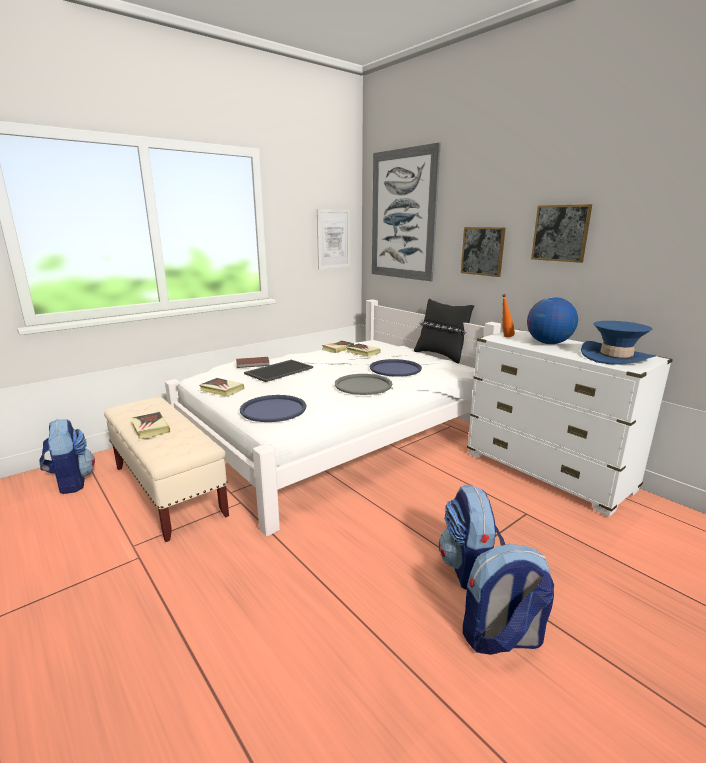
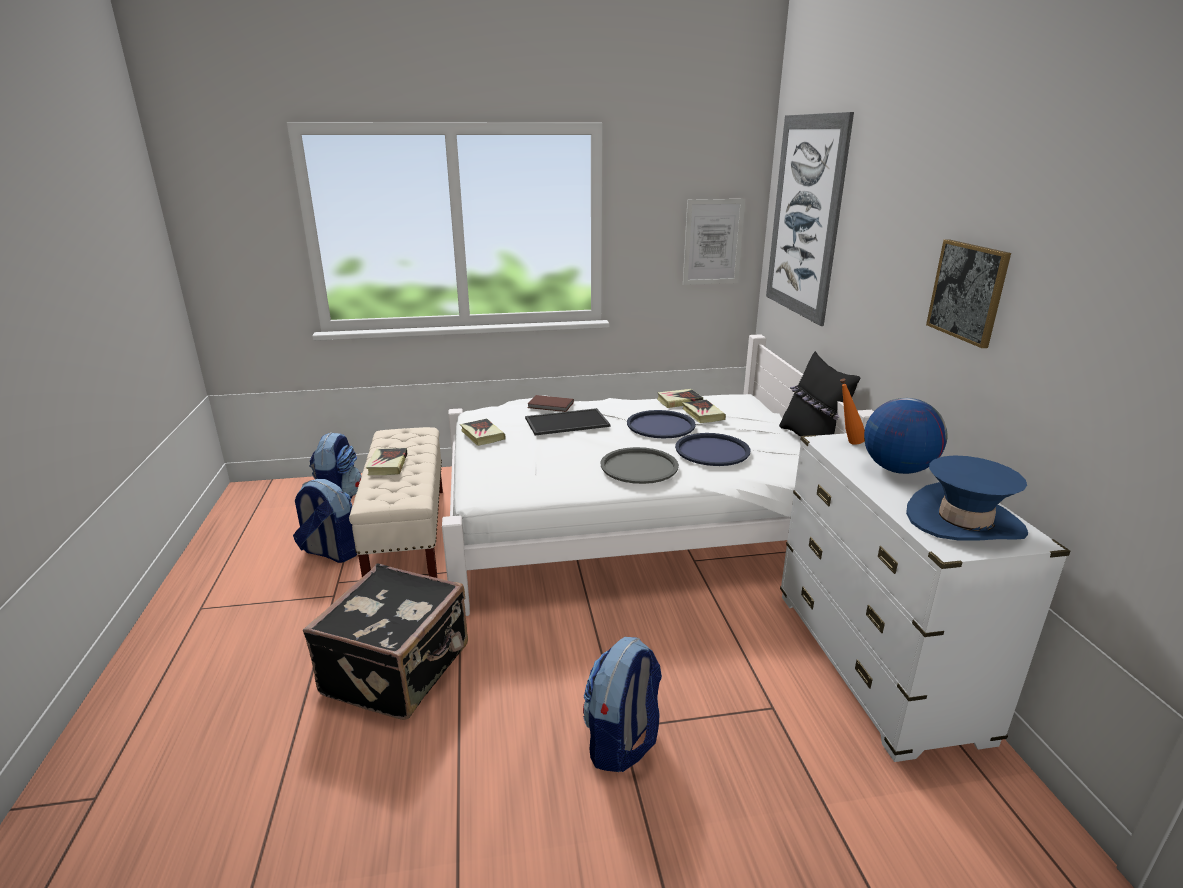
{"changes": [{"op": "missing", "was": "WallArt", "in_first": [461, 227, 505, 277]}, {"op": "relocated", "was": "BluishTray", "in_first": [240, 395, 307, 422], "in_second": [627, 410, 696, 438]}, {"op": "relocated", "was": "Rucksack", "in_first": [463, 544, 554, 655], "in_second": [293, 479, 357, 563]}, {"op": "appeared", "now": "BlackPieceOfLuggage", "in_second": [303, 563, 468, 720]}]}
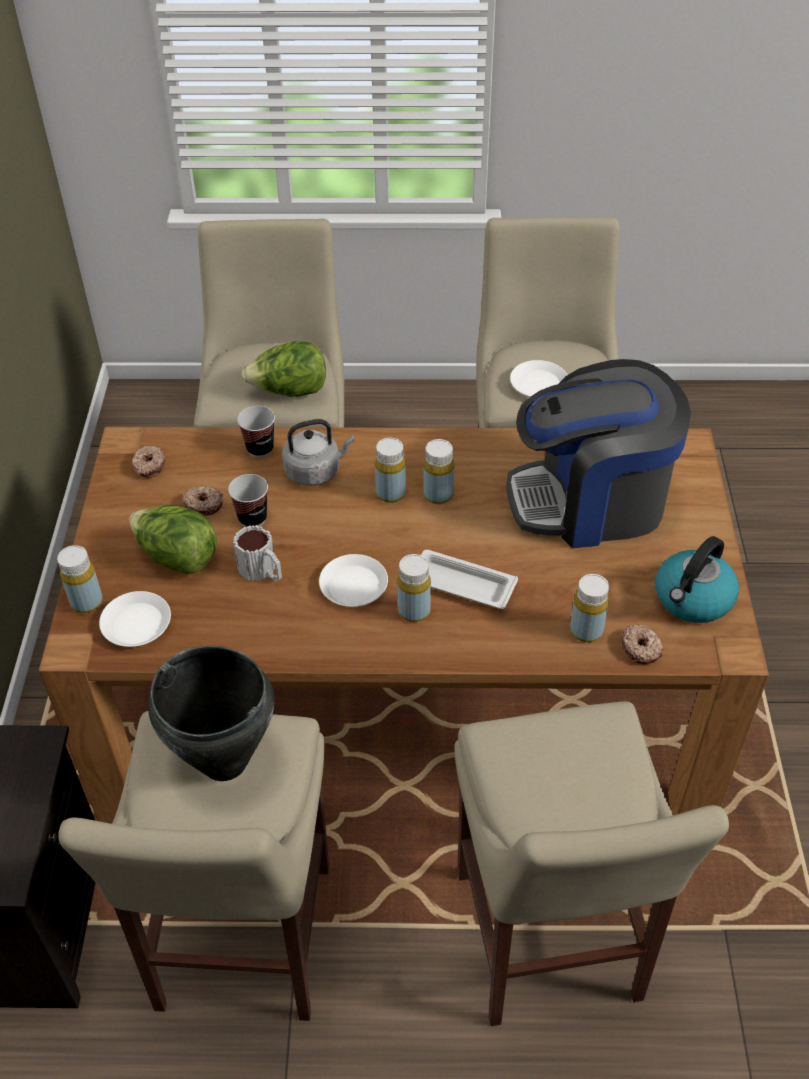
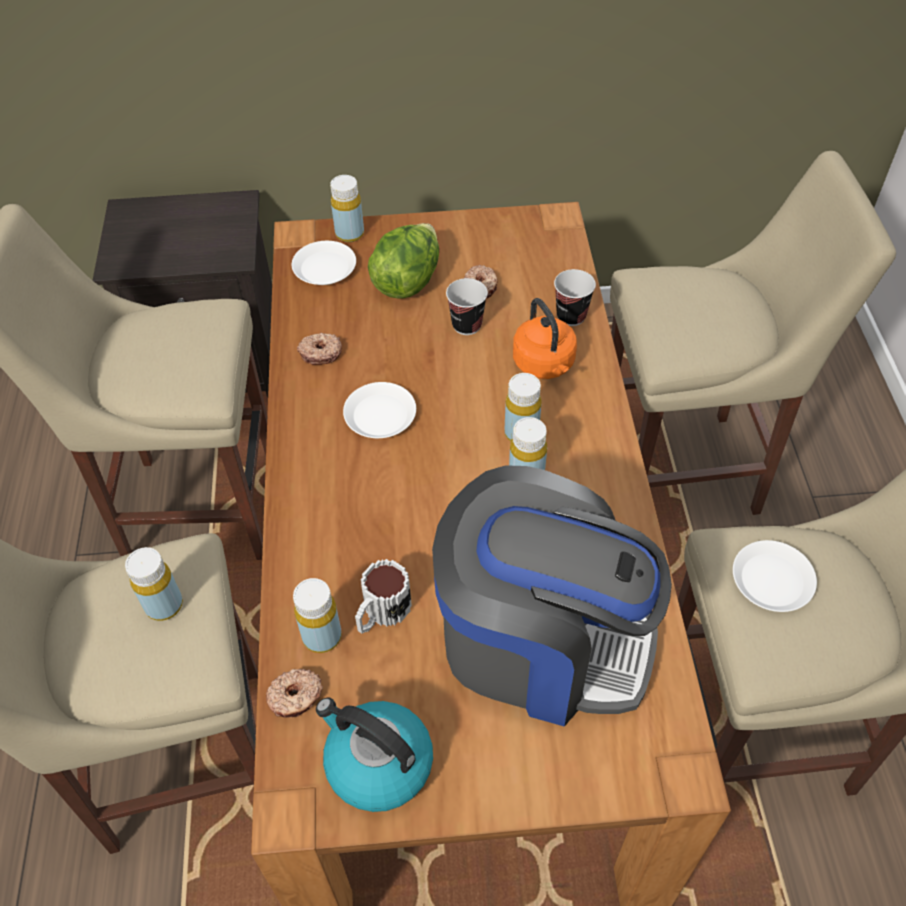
{"changes": [{"op": "missing", "was": "HeadOfLettuce", "in_first": [242, 341, 326, 397]}, {"op": "spun", "was": "CoffeeMaker", "in_first": [506, 359, 691, 548], "in_second": [432, 465, 672, 727], "clockwise": 120}, {"op": "colour", "was": "GrayKettle", "now": "OrangeColouredKettle", "in_first": [282, 419, 355, 486], "in_second": [513, 298, 577, 379]}, {"op": "relocated", "was": "Donut", "in_first": [132, 445, 165, 478], "in_second": [297, 333, 342, 365]}, {"op": "relocated", "was": "Mug", "in_first": [233, 525, 282, 581], "in_second": [355, 559, 412, 634]}, {"op": "missing", "was": "WhiteColouredTray", "in_first": [421, 550, 518, 609]}, {"op": "relocated", "was": "YellowishBeverageBottle", "in_first": [397, 554, 431, 622], "in_second": [125, 547, 183, 621]}, {"op": "missing", "was": "BlackCookingPot", "in_first": [148, 646, 275, 781]}]}
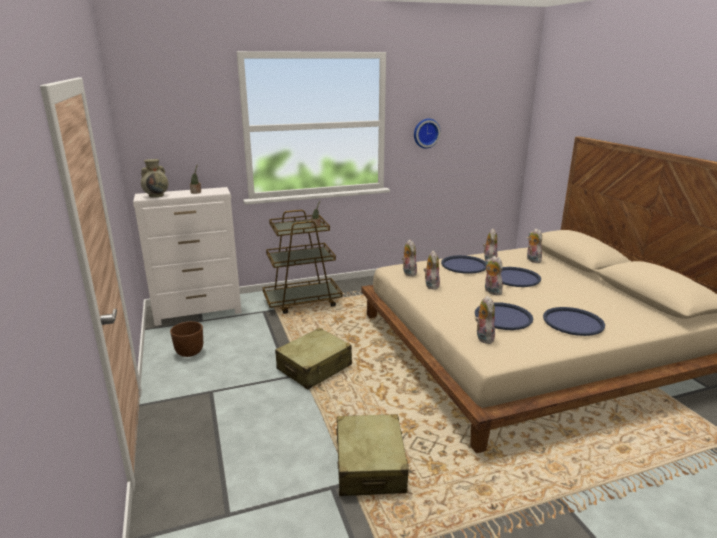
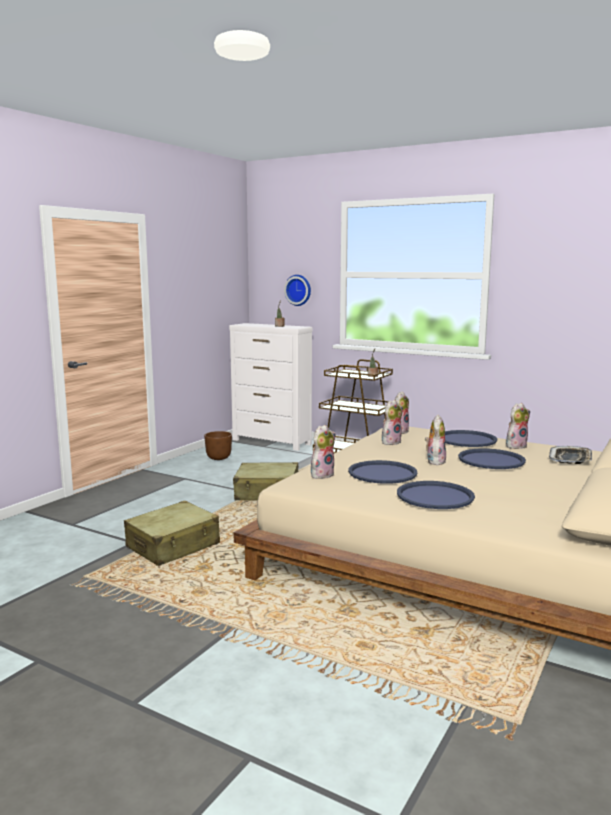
{"changes": [{"op": "relocated", "was": "HangingClock", "in_first": [414, 119, 440, 149], "in_second": [284, 275, 311, 306]}, {"op": "missing", "was": "SandColouredVase", "in_first": [141, 159, 168, 198]}, {"op": "exchanged", "was": "SoftToy", "now": "Tray", "in_first": [527, 228, 542, 263], "in_second": [549, 446, 592, 464]}]}
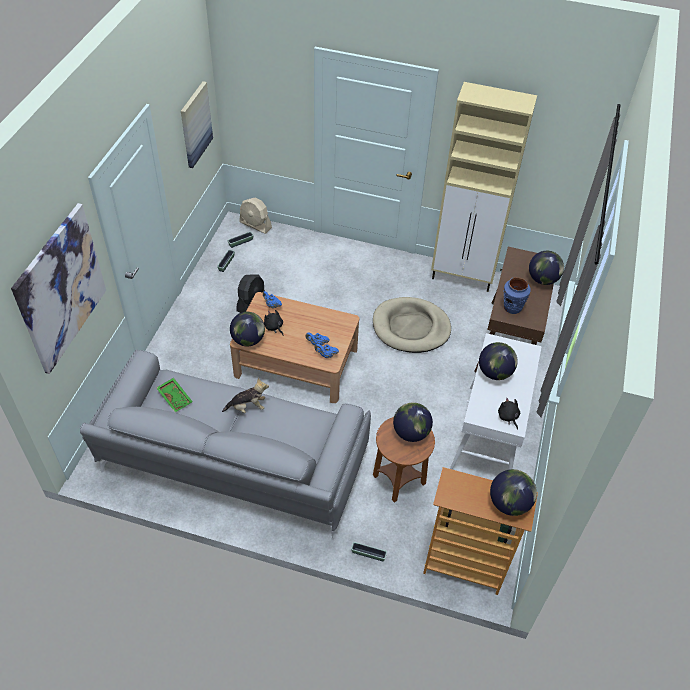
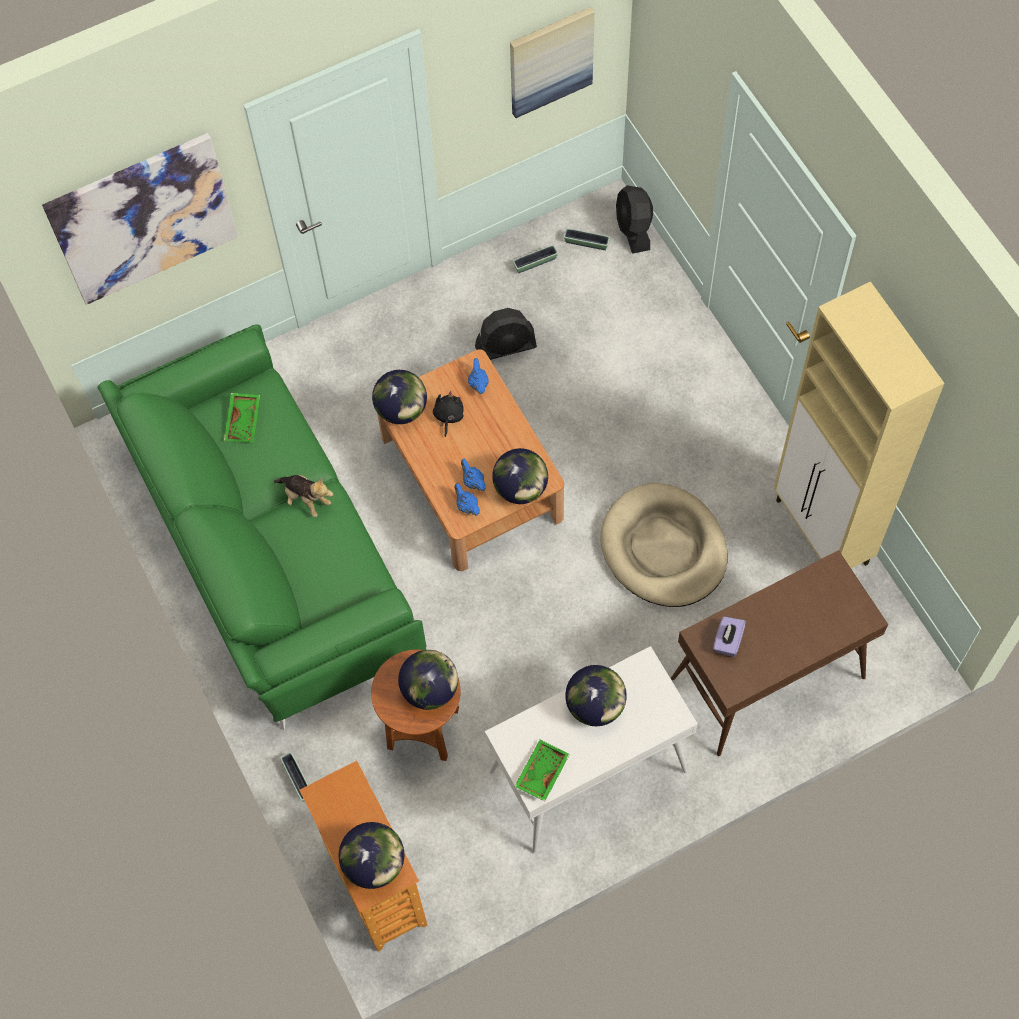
{"changes": [{"op": "colour", "was": "SandColouredElectricFan", "now": "BlackElectricFan", "in_first": [239, 198, 272, 234], "in_second": [616, 185, 653, 254]}, {"op": "relocated", "was": "DeskGlobe", "in_first": [529, 251, 564, 285], "in_second": [492, 448, 548, 504]}, {"op": "exchanged", "was": "BluishVase", "now": "PurpleTissueHolder", "in_first": [504, 277, 531, 314], "in_second": [714, 617, 746, 657]}, {"op": "colour", "was": "GraySofa", "now": "GreenSofa", "in_first": [80, 349, 371, 539], "in_second": [97, 324, 426, 730]}, {"op": "exchanged", "was": "BlackSoftToy", "now": "GreenTray", "in_first": [498, 398, 520, 430], "in_second": [514, 740, 570, 801]}]}
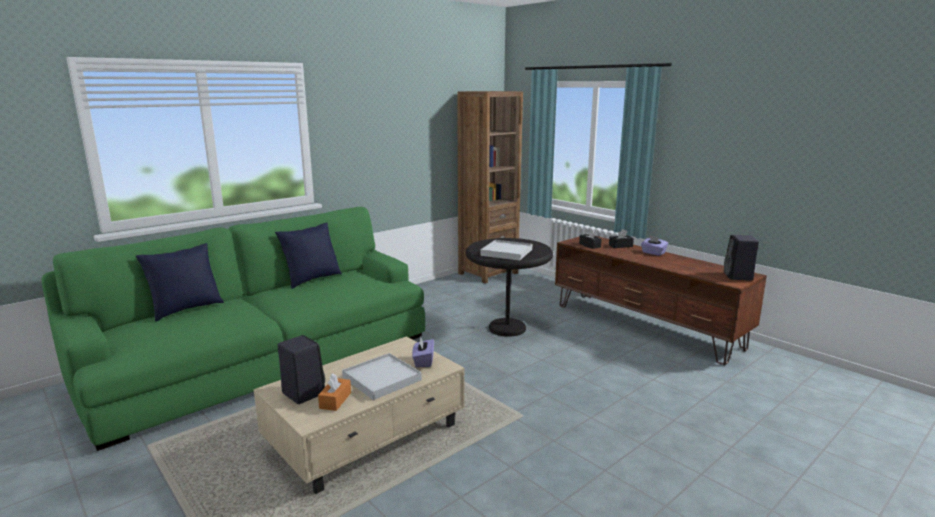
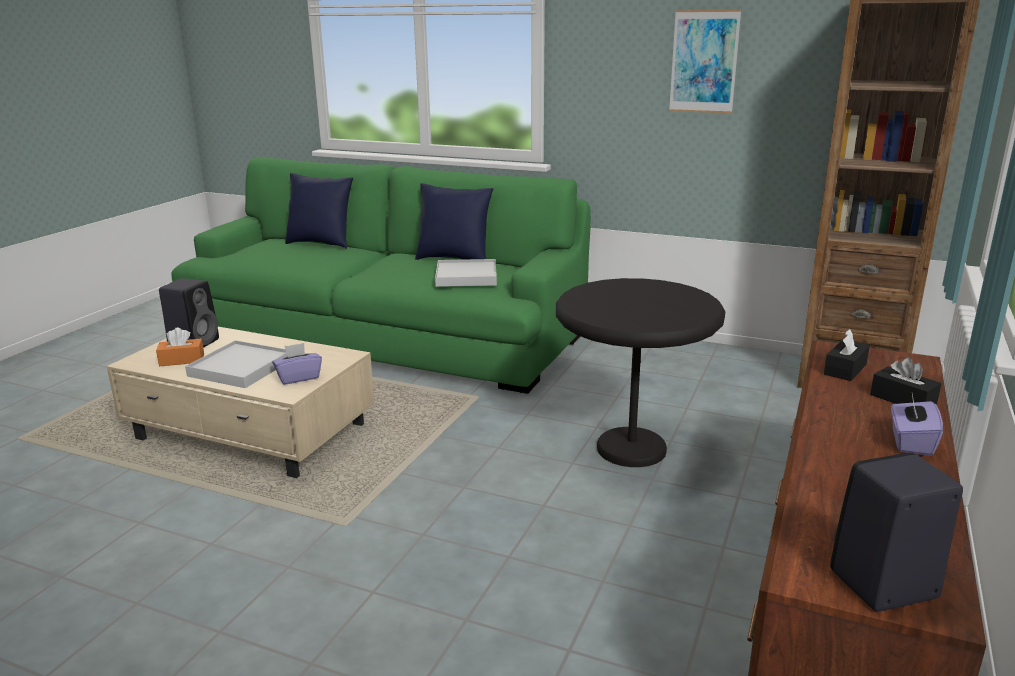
{"changes": [{"op": "relocated", "was": "WhiteColouredTray", "in_first": [480, 240, 532, 261], "in_second": [435, 259, 497, 287]}, {"op": "appeared", "now": "WallArt", "in_second": [669, 10, 741, 113]}]}
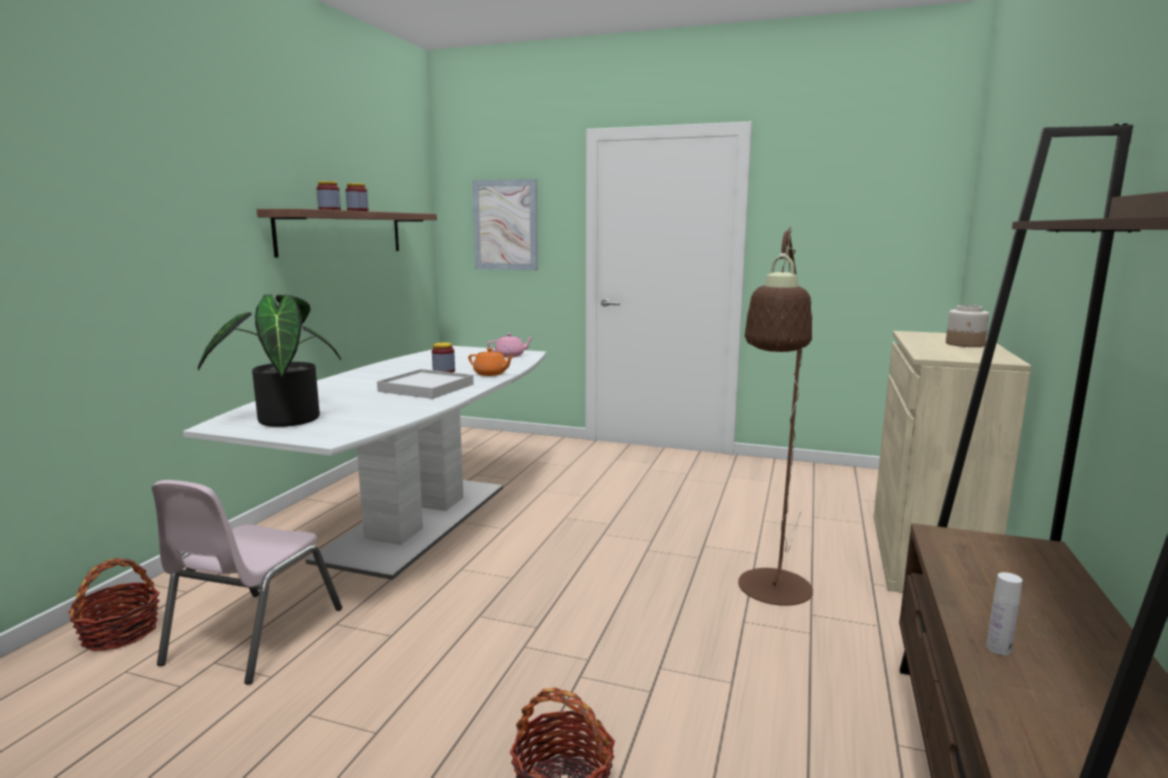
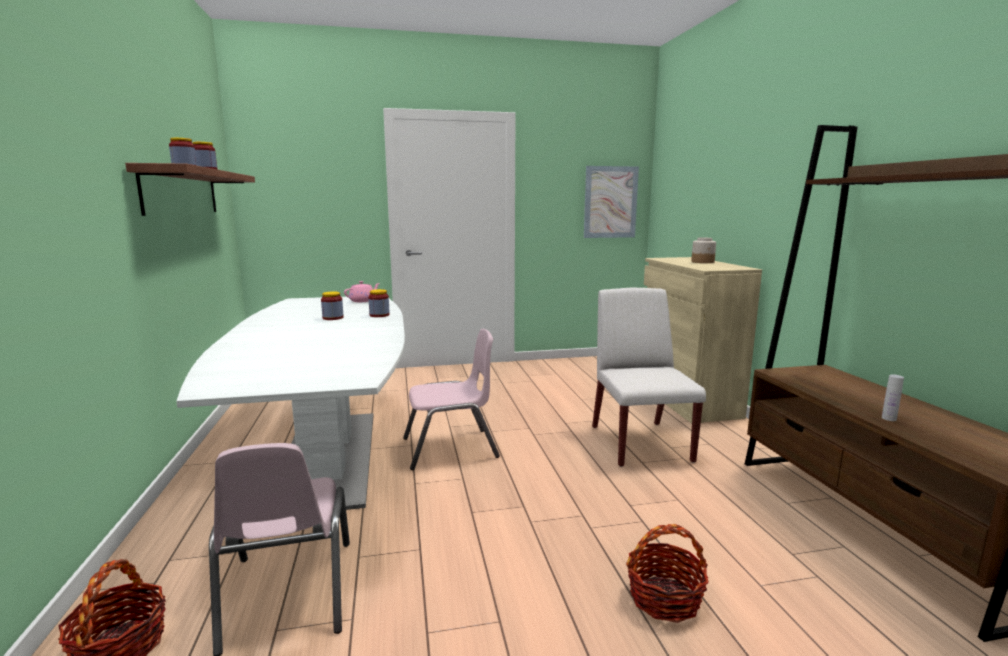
{"changes": [{"op": "relocated", "was": "WallArt", "in_first": [472, 179, 538, 270], "in_second": [584, 166, 639, 238]}, {"op": "exchanged", "was": "BrownishFloorLamp", "now": "WhiteColouredChair", "in_first": [738, 227, 813, 606], "in_second": [592, 288, 706, 467]}, {"op": "missing", "was": "Houseplant", "in_first": [198, 295, 341, 427]}, {"op": "exchanged", "was": "OrangeColouredPotForTea", "now": "StorageJar", "in_first": [468, 348, 514, 376], "in_second": [368, 289, 390, 317]}, {"op": "missing", "was": "WhiteColouredTray", "in_first": [377, 369, 474, 399]}, {"op": "appeared", "now": "PinkishChair", "in_second": [403, 329, 500, 470]}]}
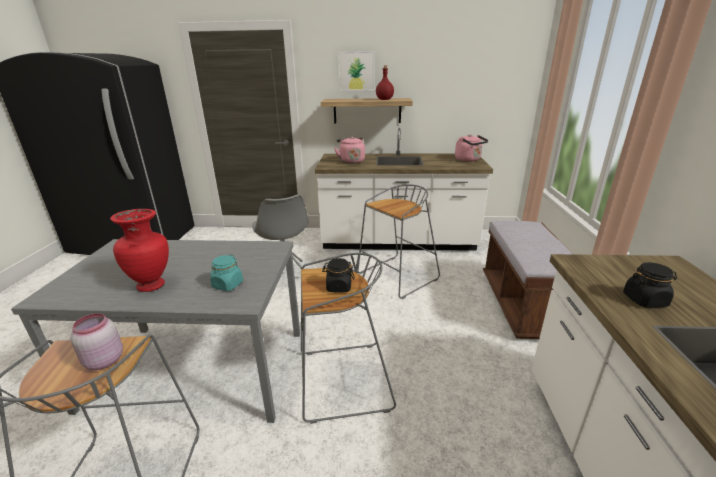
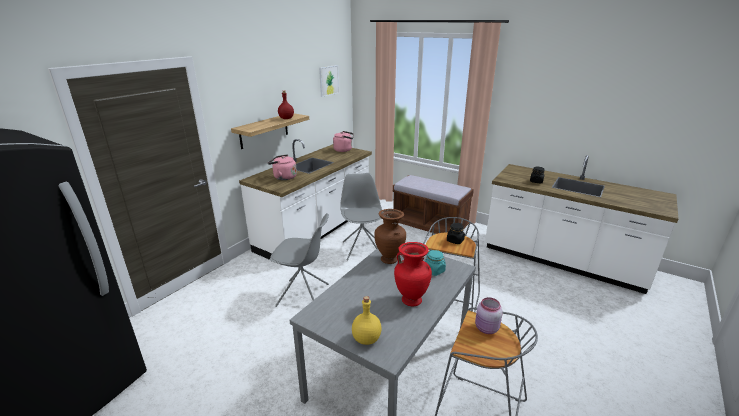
{"changes": [{"op": "relocated", "was": "WallArt", "in_first": [338, 51, 375, 91], "in_second": [319, 65, 339, 97]}, {"op": "exchanged", "was": "GrayStool", "now": "GrayChair", "in_first": [357, 184, 440, 299], "in_second": [340, 173, 382, 261]}, {"op": "appeared", "now": "BrownishVase", "in_second": [374, 209, 406, 264]}, {"op": "appeared", "now": "YellowishBeverageBottle", "in_second": [352, 296, 381, 345]}]}
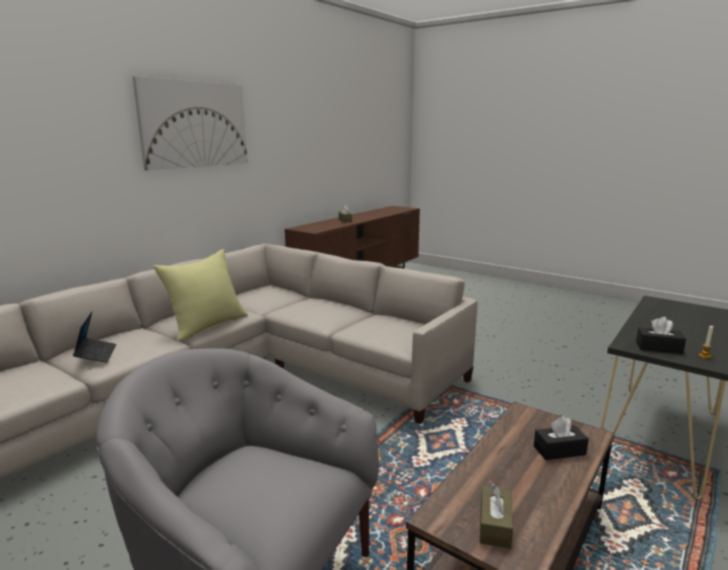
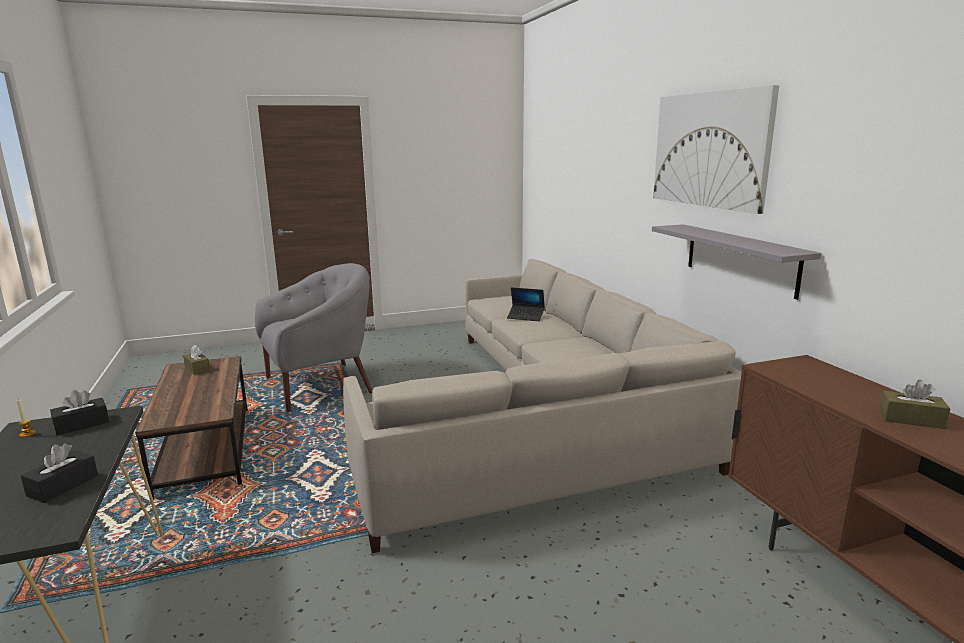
{"changes": [{"op": "missing", "was": "YellowishCushion", "in_first": [153, 249, 248, 341]}, {"op": "relocated", "was": "BlackTissueHolder", "in_first": [534, 416, 589, 460], "in_second": [21, 444, 98, 503]}, {"op": "appeared", "now": "GrayBracketShelf", "in_second": [652, 224, 822, 300]}]}
